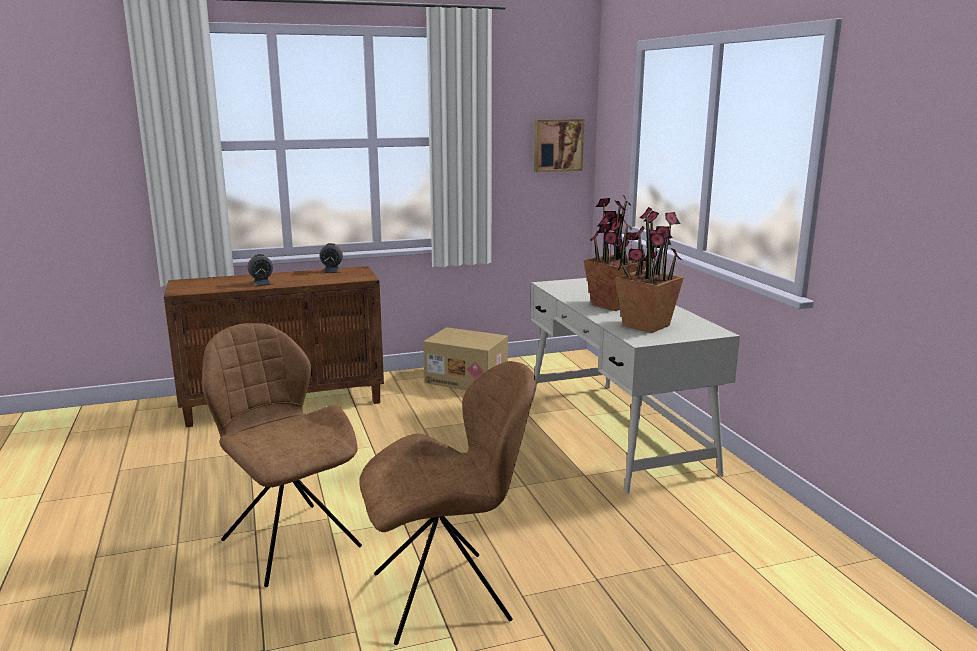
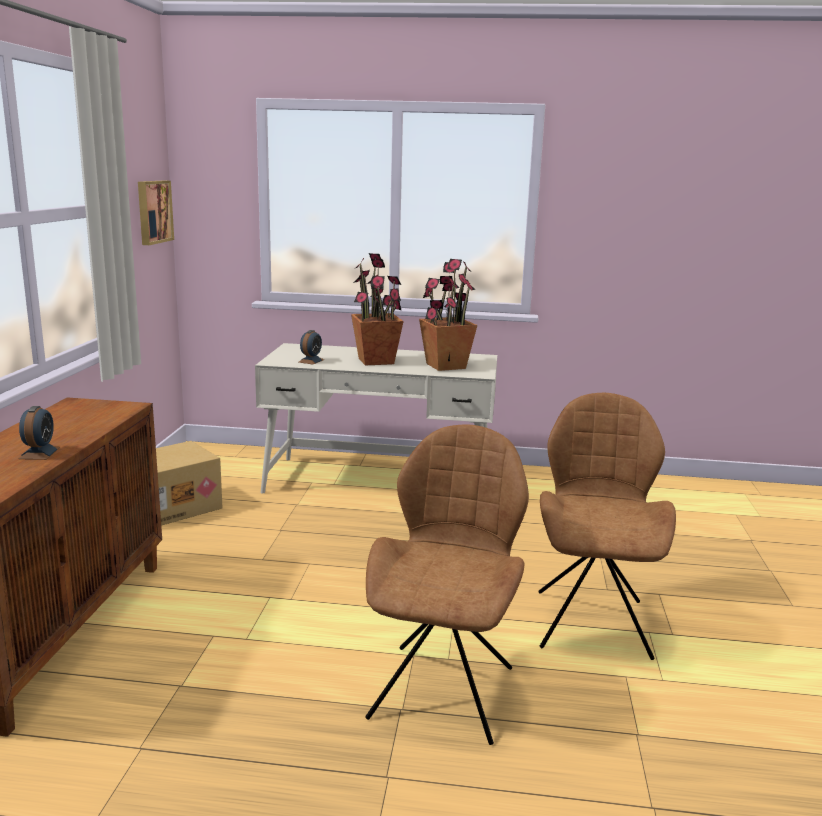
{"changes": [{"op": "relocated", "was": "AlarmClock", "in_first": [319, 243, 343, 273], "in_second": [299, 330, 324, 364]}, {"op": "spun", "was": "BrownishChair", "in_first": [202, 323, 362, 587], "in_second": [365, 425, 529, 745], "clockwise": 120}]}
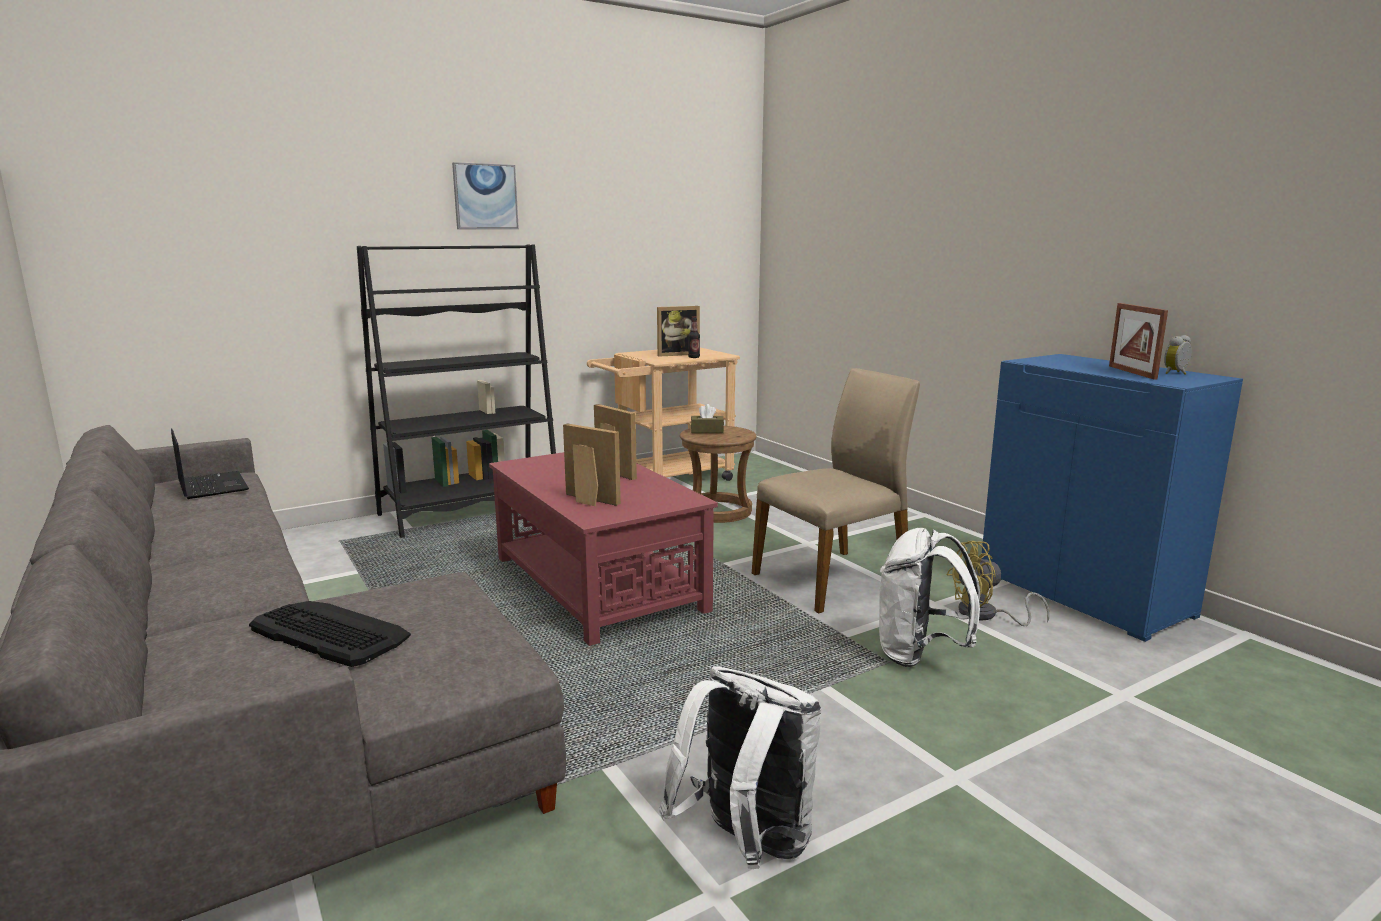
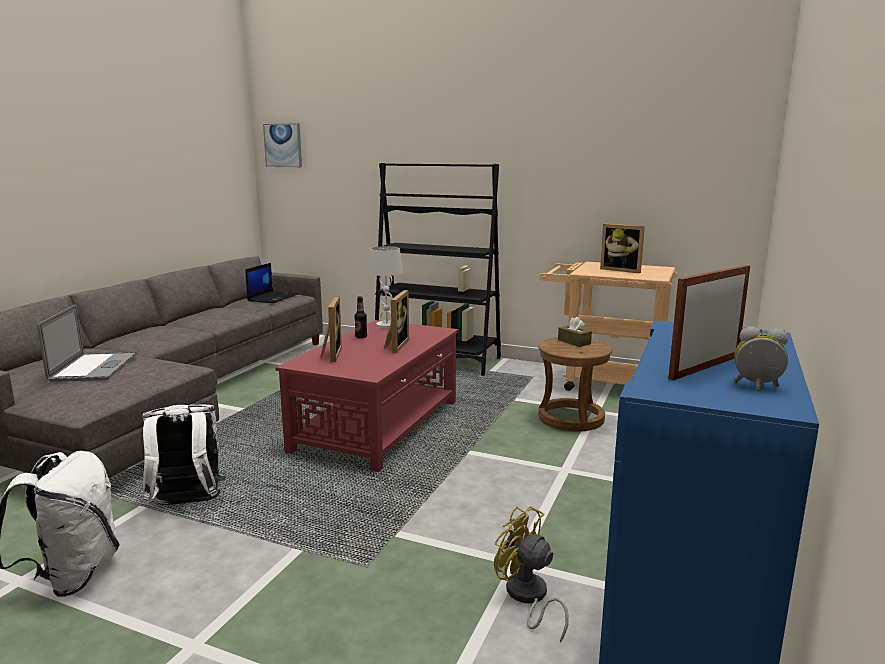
{"changes": [{"op": "relocated", "was": "WallArt", "in_first": [452, 162, 519, 229], "in_second": [263, 123, 302, 167]}, {"op": "relocated", "was": "BeverageBottle", "in_first": [688, 316, 700, 358], "in_second": [354, 296, 367, 339]}, {"op": "missing", "was": "SandColouredChair", "in_first": [752, 368, 920, 613]}, {"op": "relocated", "was": "WhiteColouredRucksack", "in_first": [879, 528, 980, 667], "in_second": [142, 405, 225, 505]}, {"op": "exchanged", "was": "Keyboard", "now": "Laptop", "in_first": [249, 601, 411, 667], "in_second": [37, 304, 137, 382]}, {"op": "appeared", "now": "WhiteColouredTableLamp", "in_second": [368, 246, 403, 329]}]}
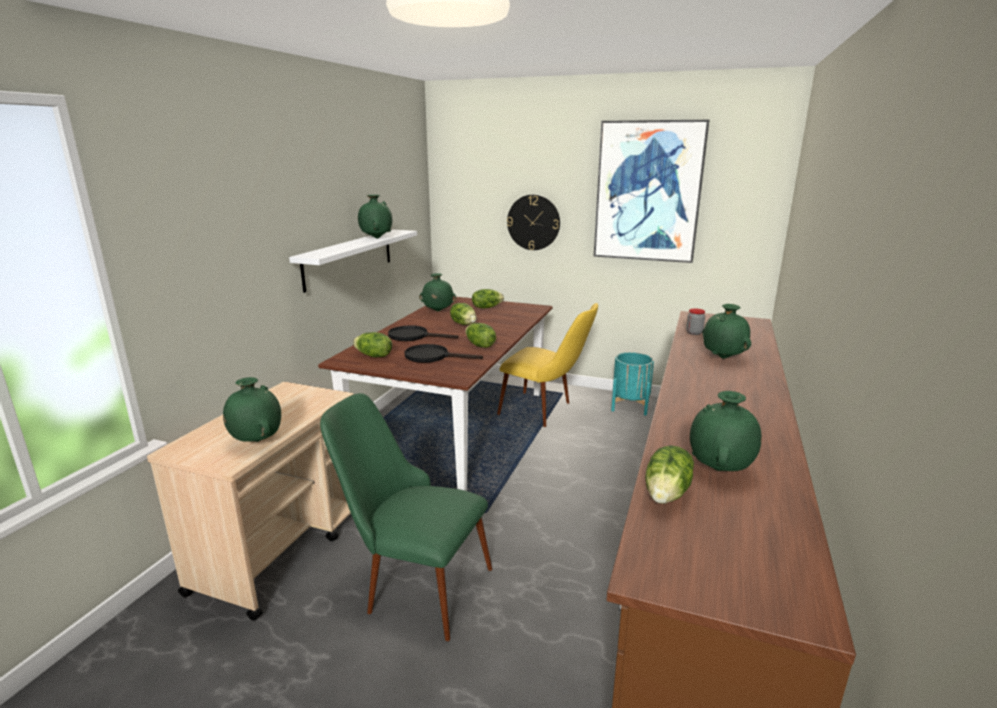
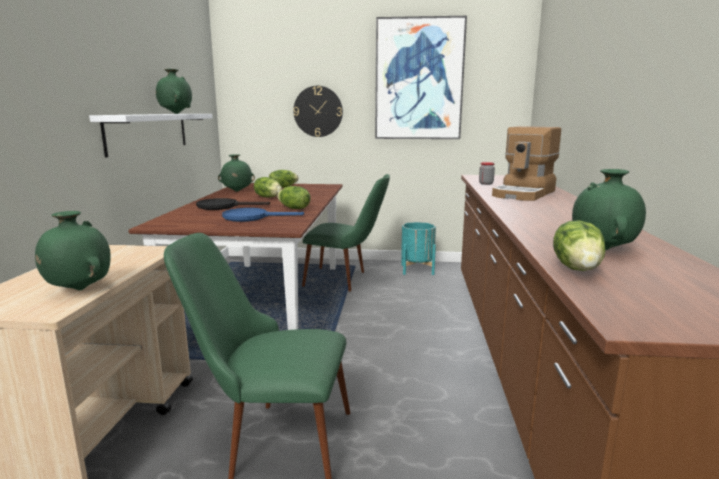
{"changes": [{"op": "colour", "was": "YellowishChair", "now": "GreenChair", "in_first": [497, 303, 598, 427], "in_second": [302, 174, 390, 292]}, {"op": "exchanged", "was": "GreenVase", "now": "CoffeeMaker", "in_first": [702, 304, 751, 359], "in_second": [492, 126, 561, 201]}, {"op": "missing", "was": "HeadOfLettuce", "in_first": [353, 332, 392, 357]}, {"op": "colour", "was": "BlackFryingPan", "now": "BluishFryingPan", "in_first": [404, 344, 483, 363], "in_second": [222, 208, 304, 222]}]}
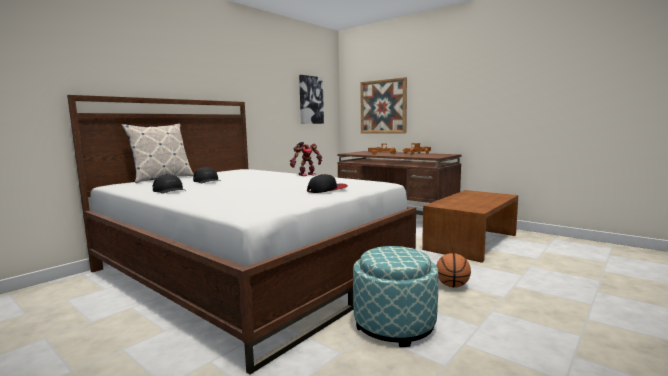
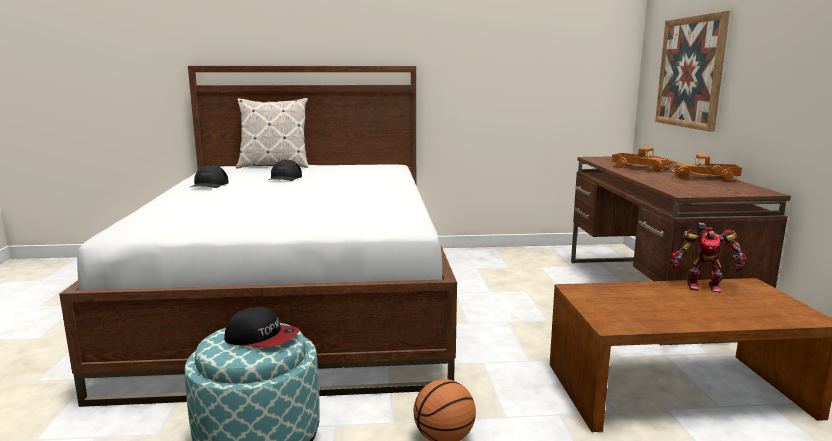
{"changes": [{"op": "missing", "was": "WallArt", "in_first": [299, 75, 324, 124]}, {"op": "relocated", "was": "RobotFigure", "in_first": [290, 142, 322, 176], "in_second": [670, 223, 747, 293]}, {"op": "relocated", "was": "PeakedCap", "in_first": [307, 174, 348, 193], "in_second": [224, 307, 300, 347]}]}
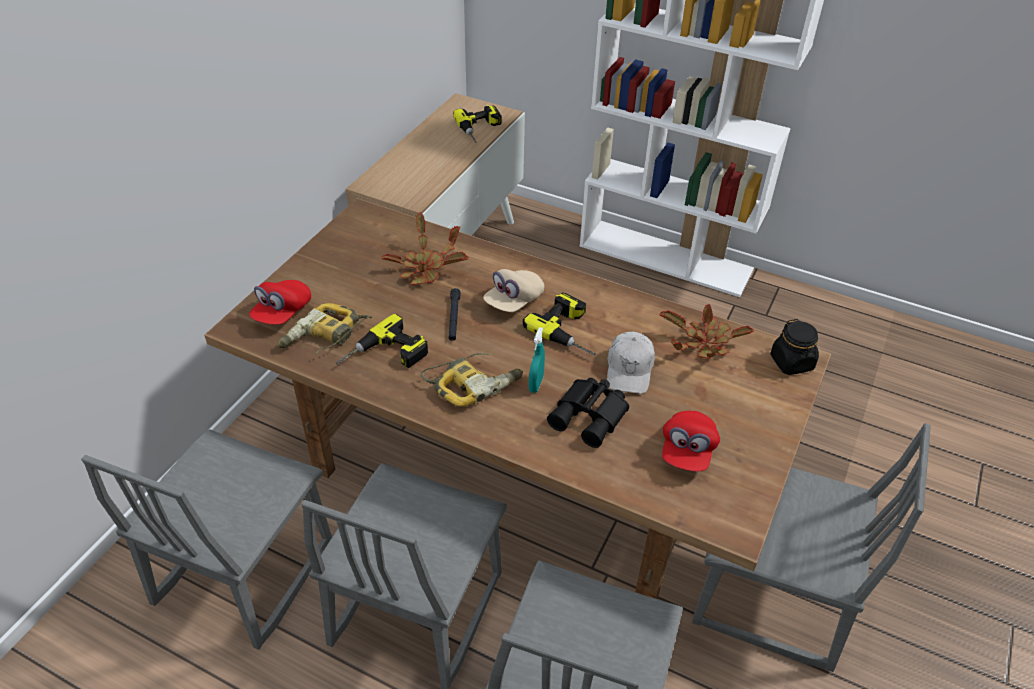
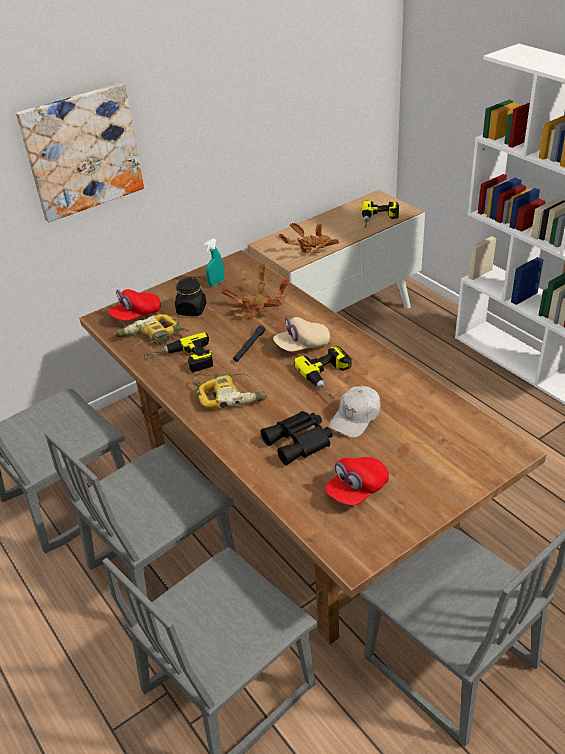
{"changes": [{"op": "relocated", "was": "Houseplant", "in_first": [660, 304, 754, 359], "in_second": [279, 223, 339, 253]}, {"op": "relocated", "was": "BlackStorageJar", "in_first": [770, 319, 819, 375], "in_second": [175, 277, 206, 316]}, {"op": "relocated", "was": "BlueGreenSprayBottle", "in_first": [529, 327, 545, 393], "in_second": [204, 239, 224, 286]}, {"op": "appeared", "now": "WallArt", "in_second": [16, 83, 144, 222]}]}
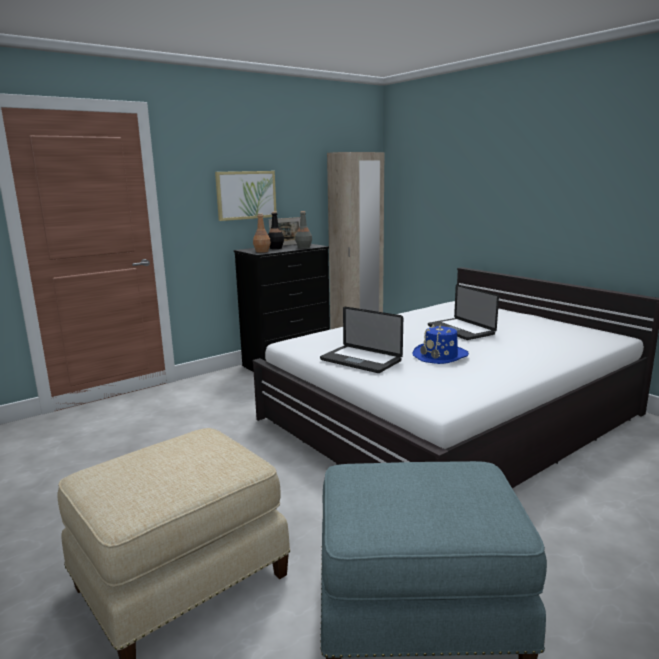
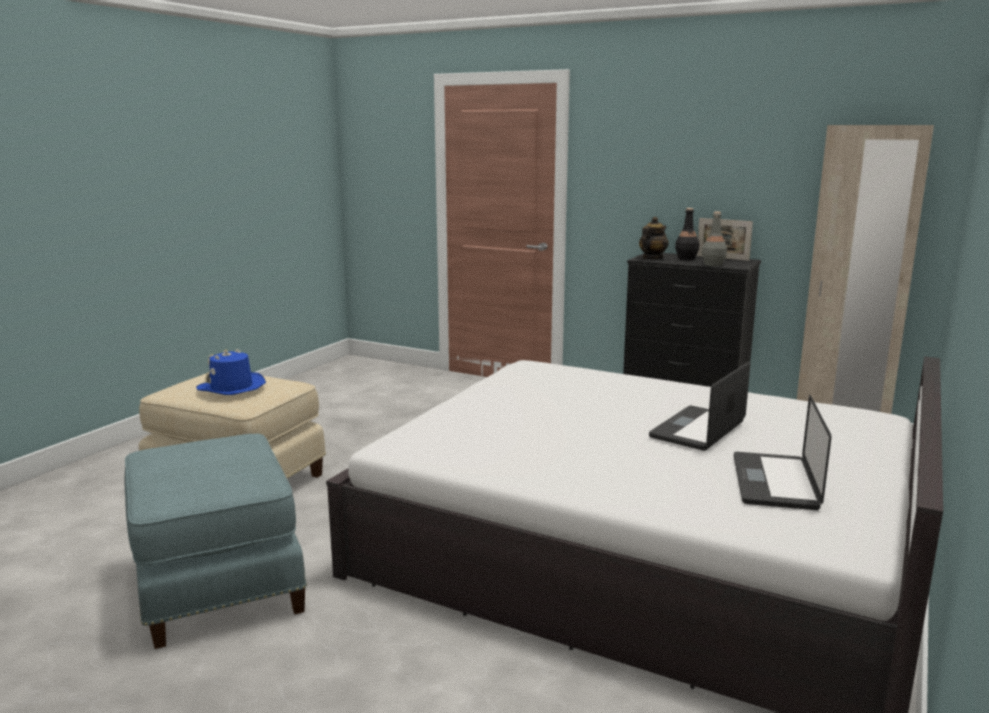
{"changes": [{"op": "missing", "was": "WallArt", "in_first": [215, 171, 277, 221]}, {"op": "exchanged", "was": "BrownishBeverageBottle", "now": "PotForTea", "in_first": [253, 213, 271, 253], "in_second": [639, 217, 669, 259]}, {"op": "relocated", "was": "Laptop", "in_first": [320, 307, 403, 373], "in_second": [734, 395, 832, 510]}, {"op": "relocated", "was": "BluishHat", "in_first": [413, 325, 469, 364], "in_second": [196, 349, 266, 395]}]}
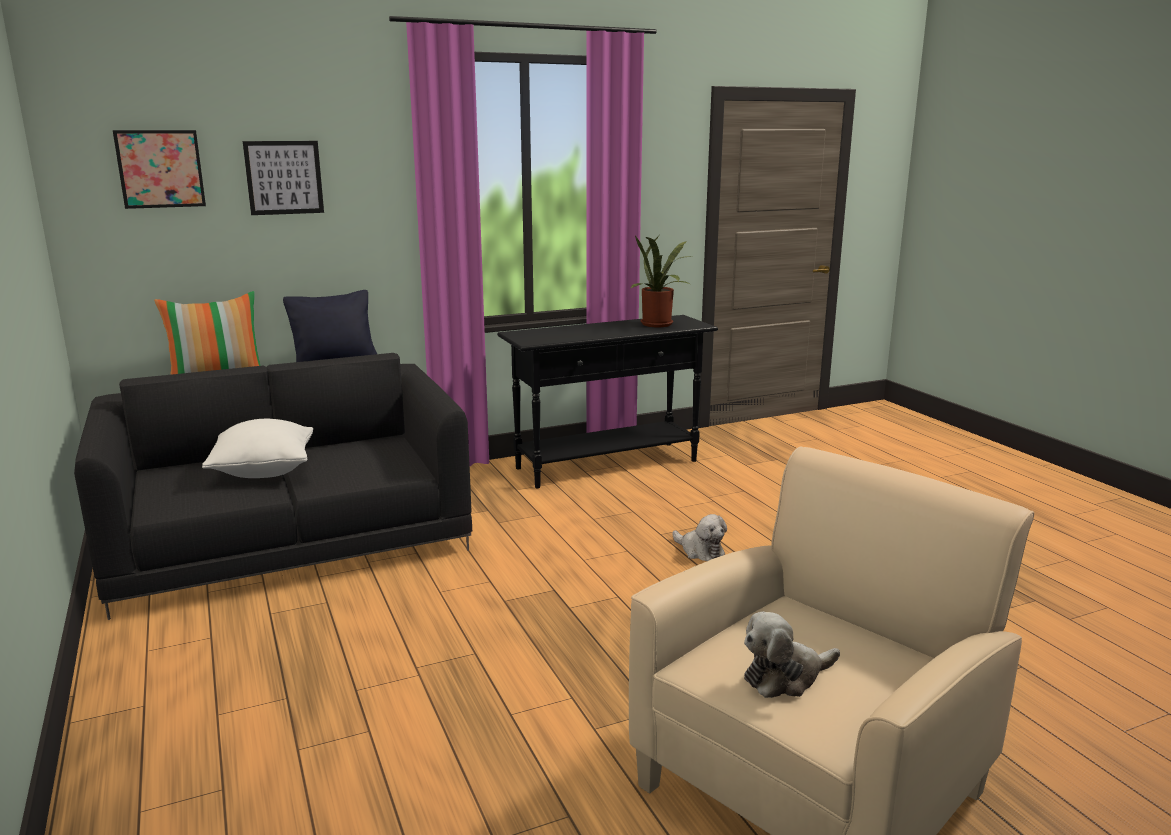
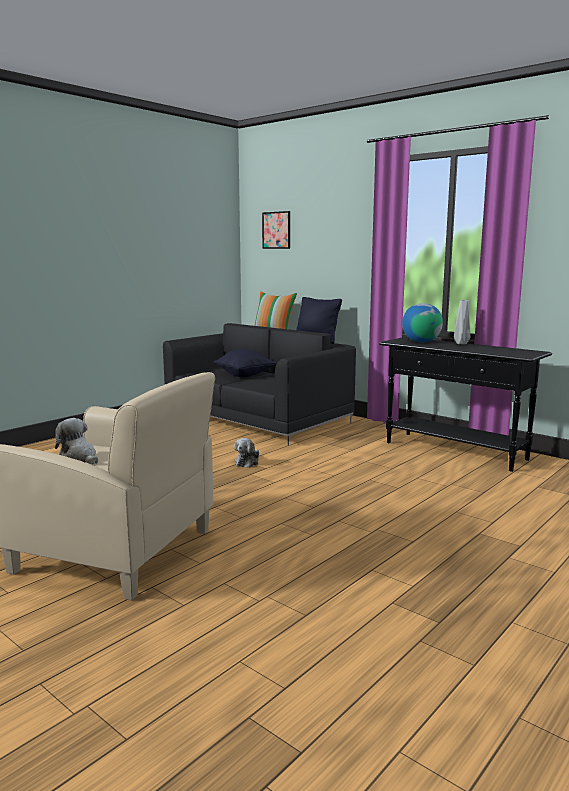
{"changes": [{"op": "missing", "was": "WallArt", "in_first": [243, 141, 324, 215]}, {"op": "missing", "was": "Houseplant", "in_first": [630, 236, 691, 327]}, {"op": "colour", "was": "WhiteColouredCushion", "now": "BlackCushion", "in_first": [202, 419, 313, 478], "in_second": [214, 349, 276, 377]}, {"op": "relocated", "was": "SoftToy", "in_first": [672, 514, 727, 561], "in_second": [234, 438, 259, 468]}, {"op": "appeared", "now": "GrayVase", "in_second": [454, 300, 470, 344]}, {"op": "appeared", "now": "DeskGlobe", "in_second": [402, 303, 443, 342]}]}
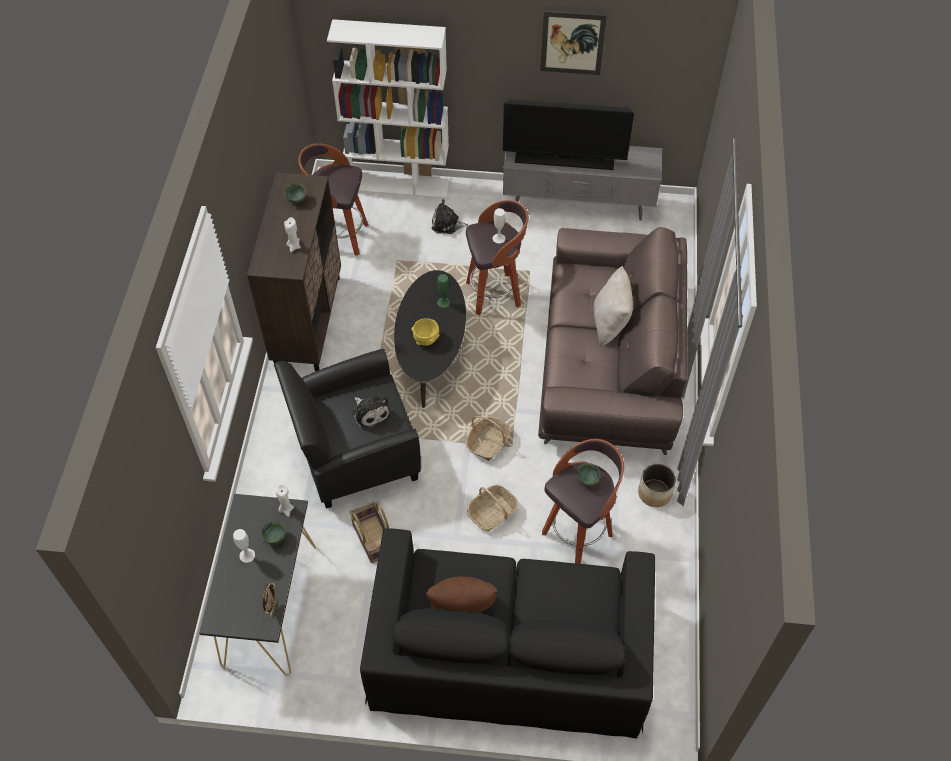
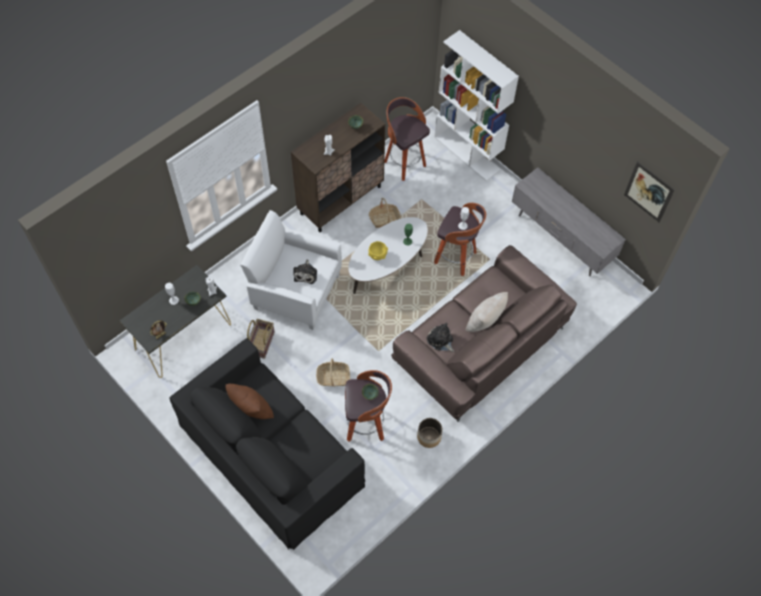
{"changes": [{"op": "relocated", "was": "WallArt", "in_first": [540, 11, 607, 75], "in_second": [624, 161, 675, 222]}, {"op": "missing", "was": "TvSet", "in_first": [503, 99, 634, 170]}, {"op": "relocated", "was": "SoftToy", "in_first": [432, 199, 468, 234], "in_second": [427, 323, 454, 352]}, {"op": "colour", "was": "BlackLowTable", "now": "WhiteColouredLowTable", "in_first": [394, 270, 466, 408], "in_second": [348, 217, 428, 294]}, {"op": "colour", "was": "BlackArmchair", "now": "WhiteColouredArmchair", "in_first": [274, 349, 421, 509], "in_second": [240, 210, 342, 330]}, {"op": "relocated", "was": "Basket", "in_first": [466, 416, 511, 461], "in_second": [369, 198, 401, 228]}]}
